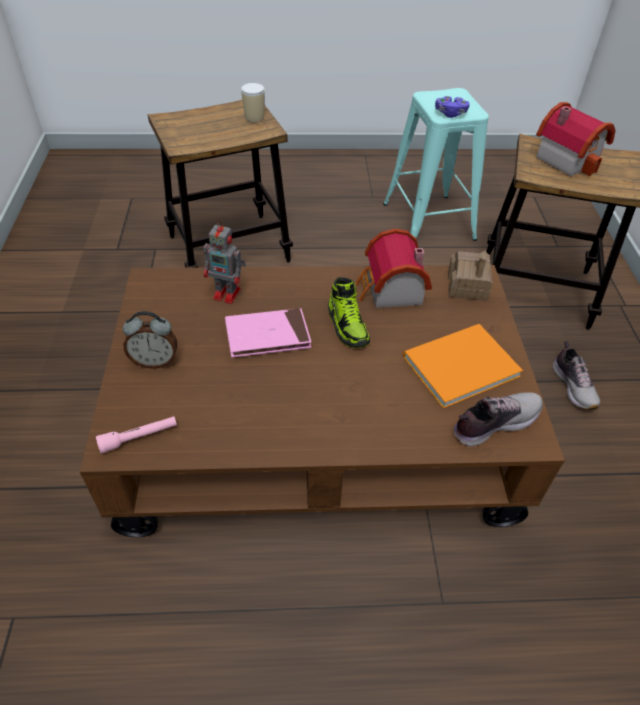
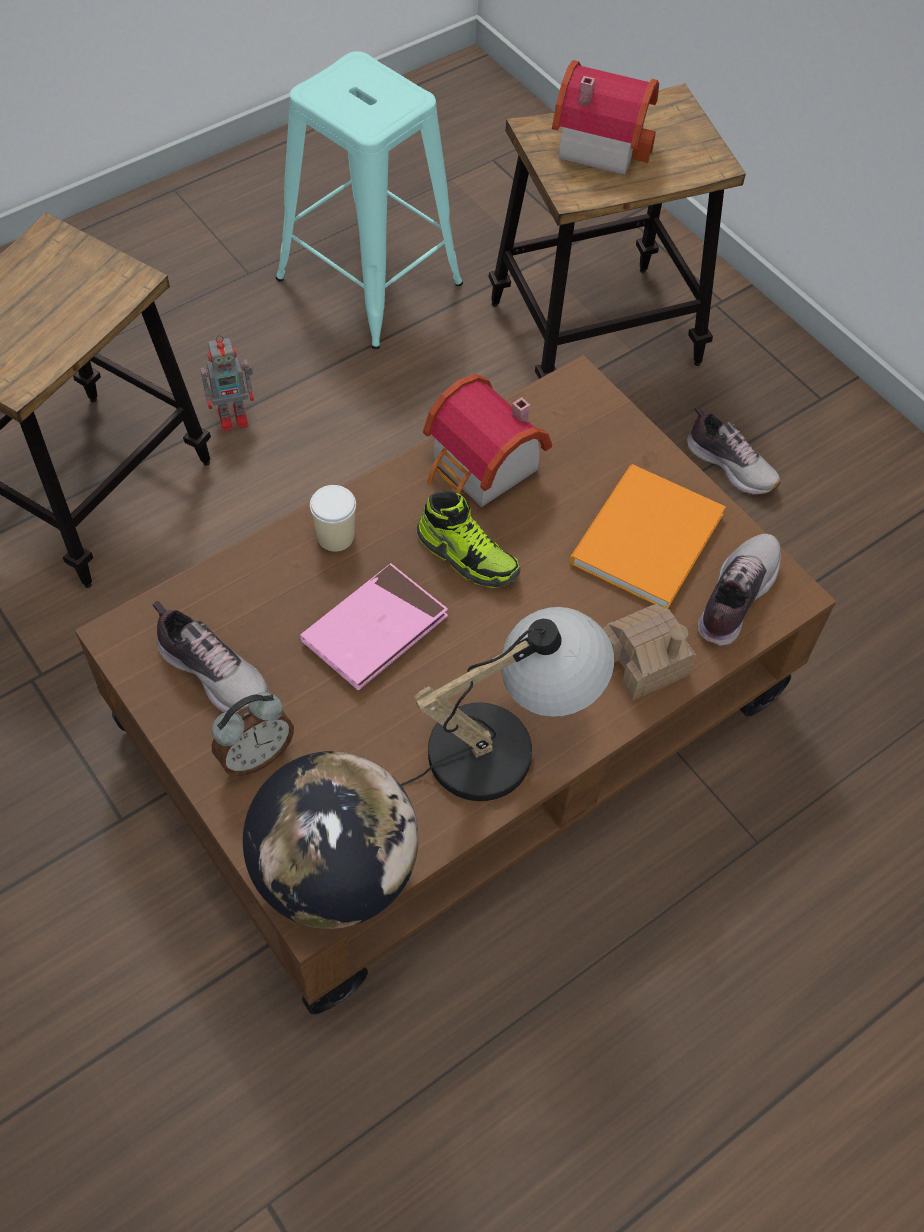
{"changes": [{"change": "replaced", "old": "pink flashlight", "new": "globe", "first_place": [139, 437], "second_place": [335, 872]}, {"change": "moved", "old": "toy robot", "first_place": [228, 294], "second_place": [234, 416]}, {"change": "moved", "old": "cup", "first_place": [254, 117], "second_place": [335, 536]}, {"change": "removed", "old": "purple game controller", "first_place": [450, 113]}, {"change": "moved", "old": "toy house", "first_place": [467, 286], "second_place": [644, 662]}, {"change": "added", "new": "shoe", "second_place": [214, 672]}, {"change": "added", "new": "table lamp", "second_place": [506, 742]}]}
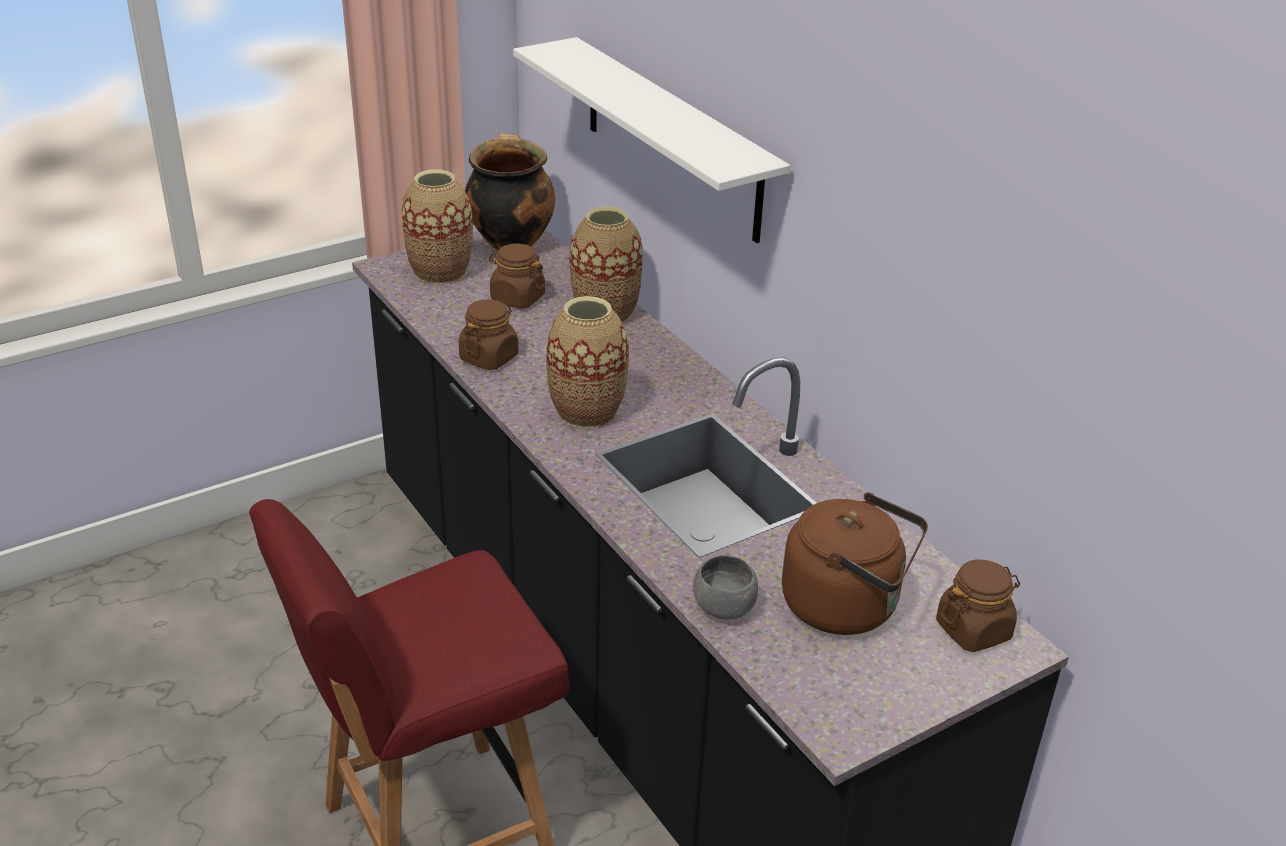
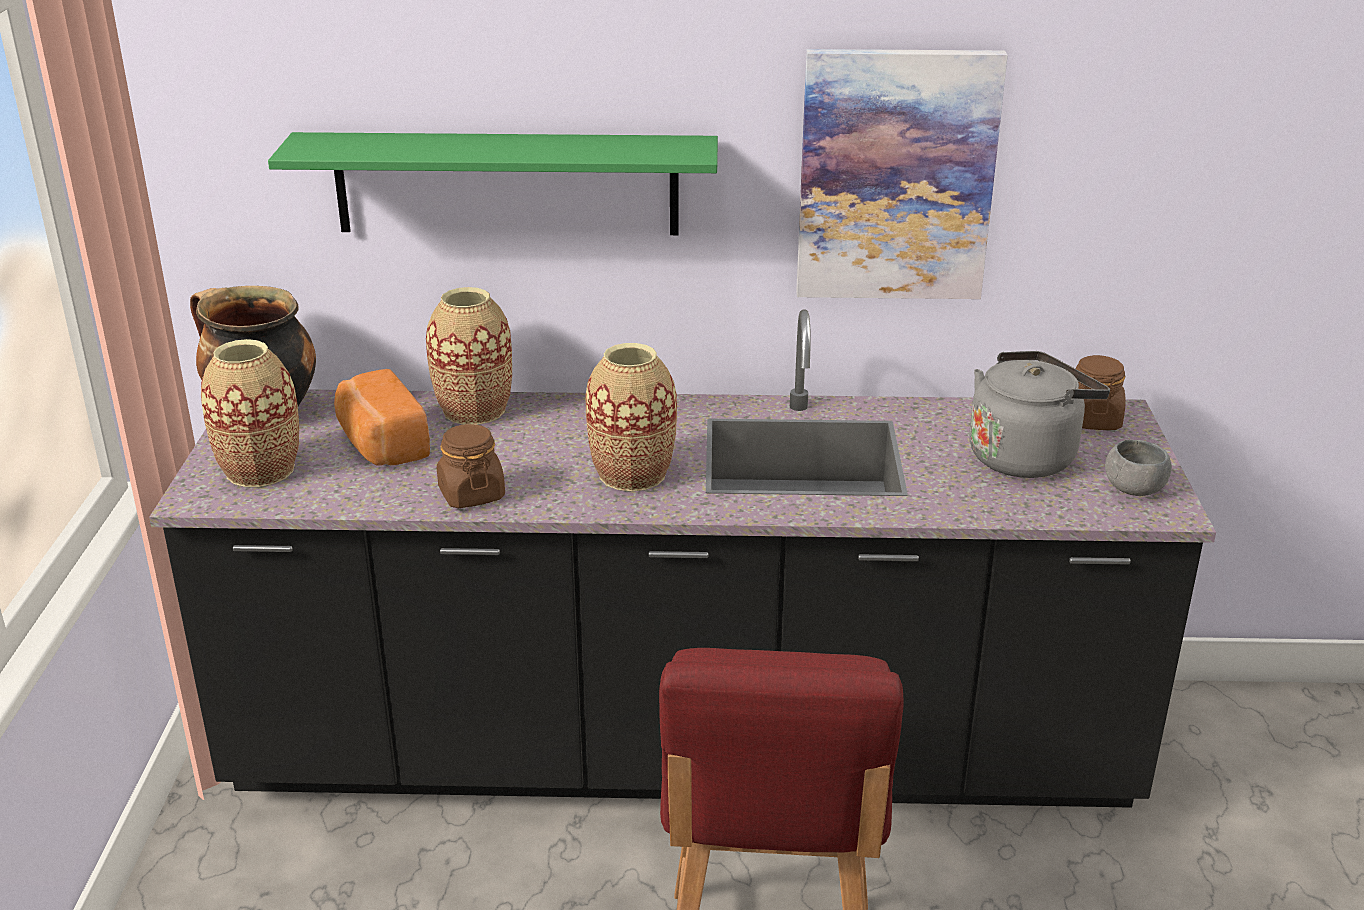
{"changes": [{"change": "replaced", "old": "brown jar", "new": "bread", "first_place": [517, 298], "second_place": [381, 445]}, {"change": "recoloured", "old": "white shelf", "new": "green shelf", "first_place": [671, 138], "second_place": [506, 183]}, {"change": "moved", "old": "grey bowl", "first_place": [723, 608], "second_place": [1134, 489]}, {"change": "recoloured", "old": "brown kettle", "new": "grey kettle", "first_place": [847, 606], "second_place": [1026, 456]}, {"change": "added", "new": "picture", "second_place": [896, 176]}]}
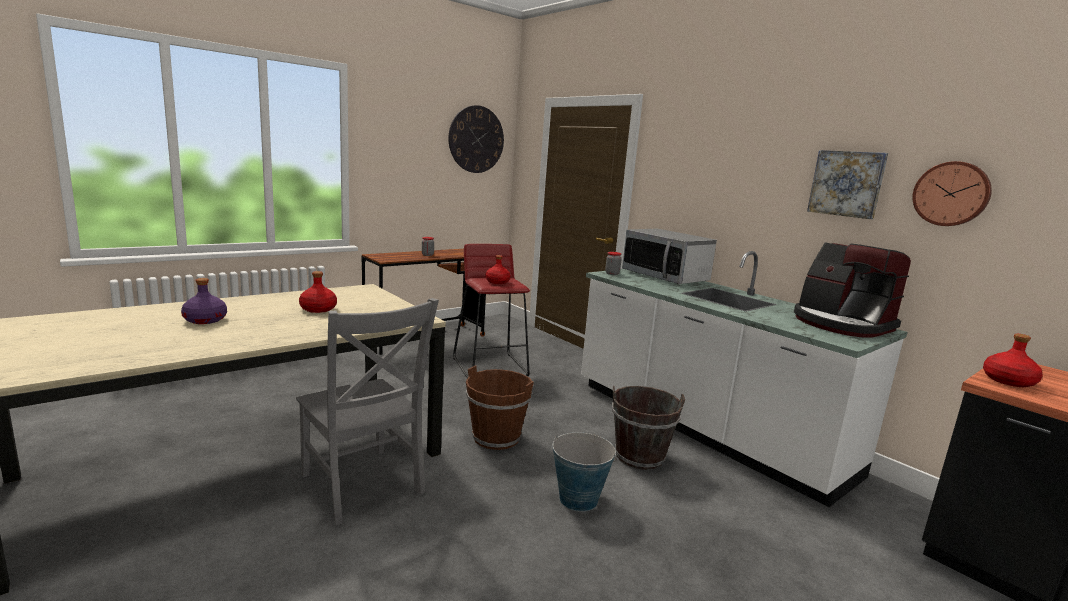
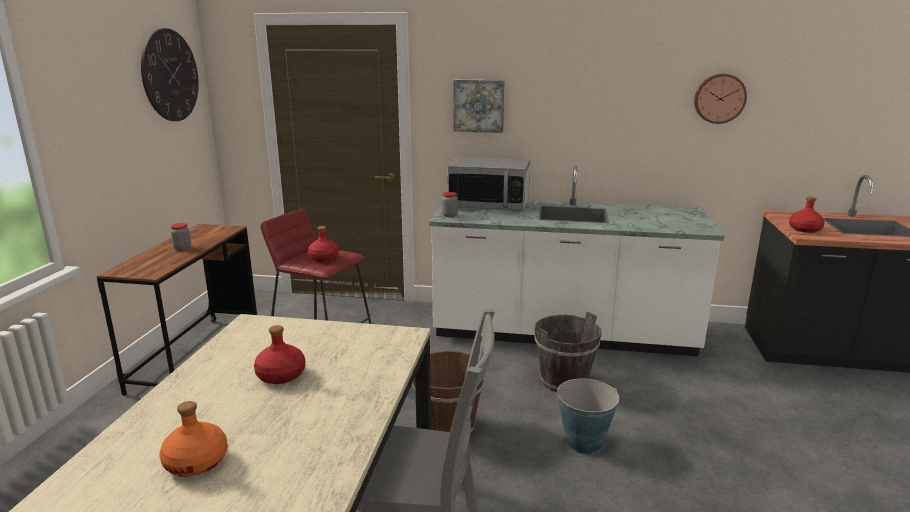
{"changes": [{"change": "recoloured", "old": "purple bottle", "new": "orange bottle", "first_place": [206, 320], "second_place": [197, 462]}, {"change": "removed", "old": "coffee machine", "first_place": [841, 324]}, {"change": "moved", "old": "picture", "first_place": [847, 183], "second_place": [479, 105]}]}
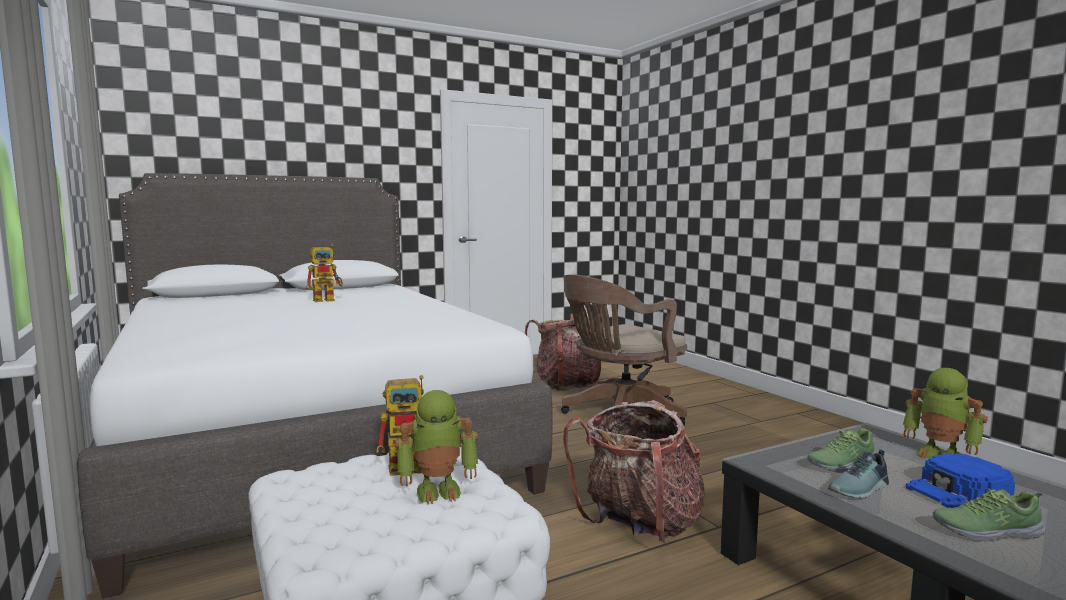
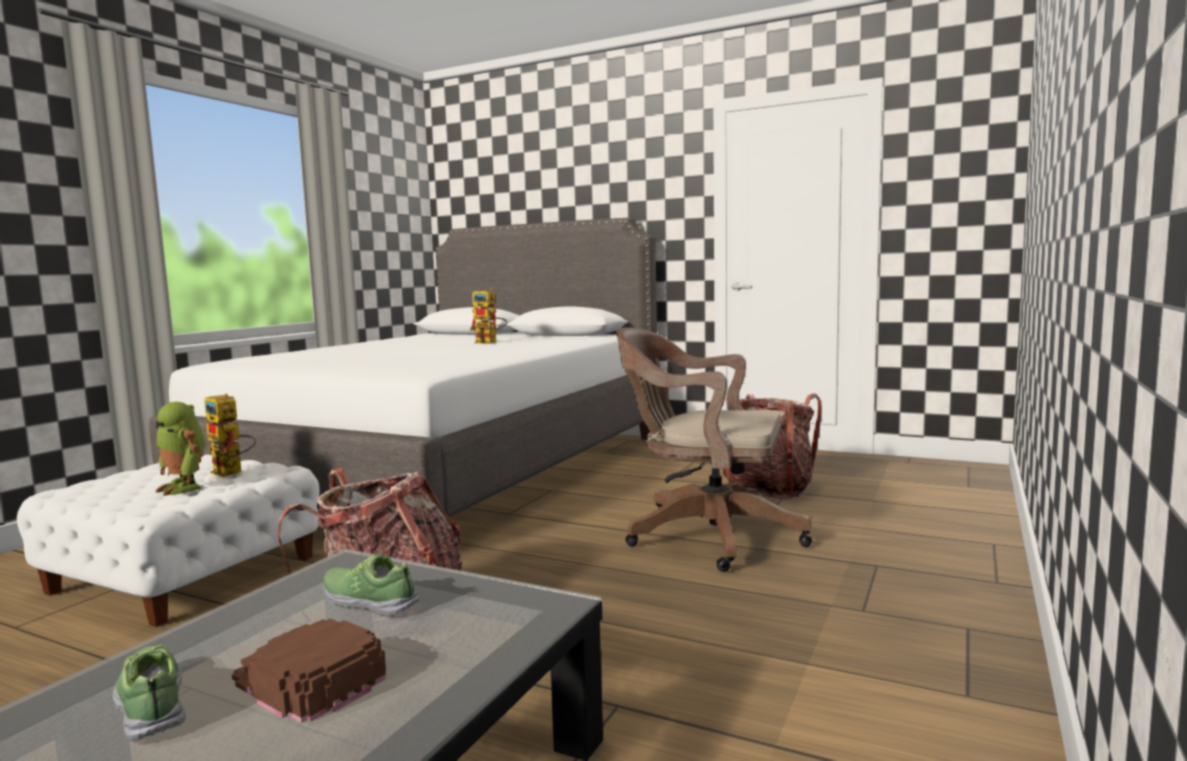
{"changes": [{"change": "removed", "old": "shoe", "first_place": [861, 489]}, {"change": "removed", "old": "toy robot", "first_place": [940, 454]}, {"change": "recoloured", "old": "blue cap", "new": "brown cap", "first_place": [958, 491], "second_place": [306, 679]}]}
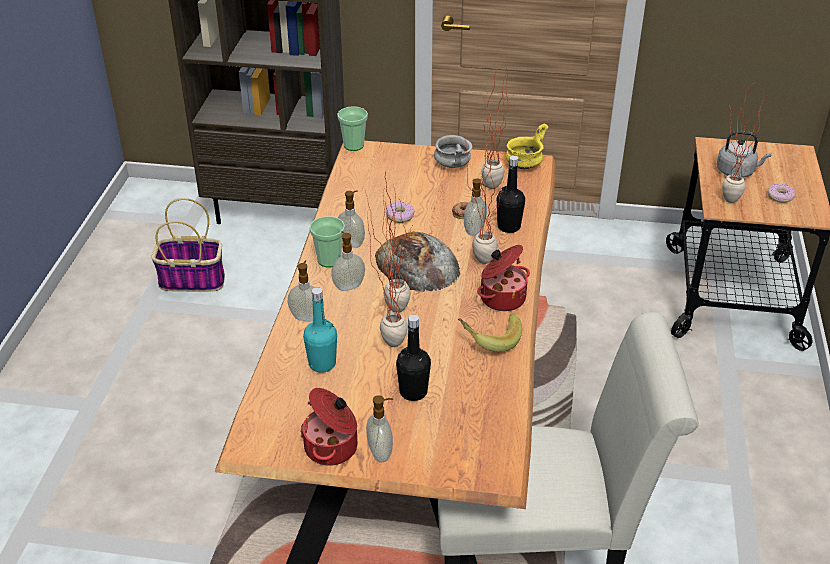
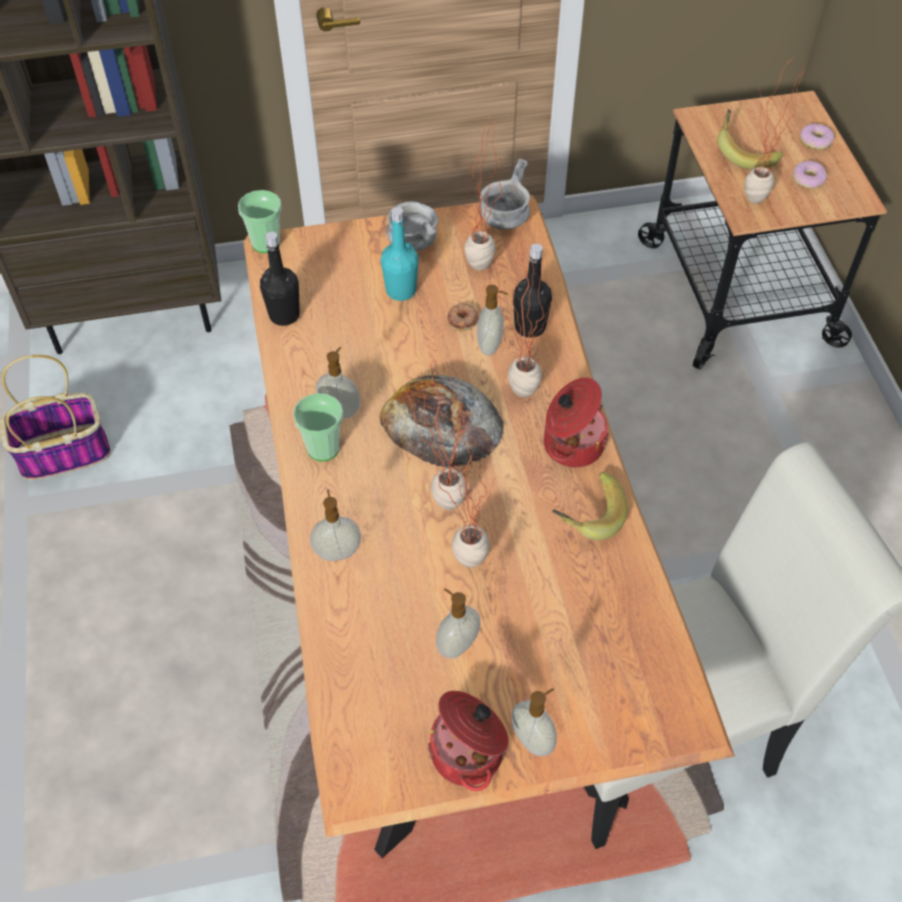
{"changes": [{"change": "moved", "old": "turquoise bottle", "first_place": [322, 364], "second_place": [401, 290]}, {"change": "moved", "old": "soap dispenser", "first_place": [348, 286], "second_place": [456, 644]}, {"change": "moved", "old": "donut", "first_place": [400, 216], "second_place": [815, 140]}, {"change": "moved", "old": "black bottle", "first_place": [413, 392], "second_place": [284, 315]}, {"change": "recoloured", "old": "yellow bowl", "new": "grey bowl", "first_place": [524, 164], "second_place": [504, 219]}, {"change": "replaced", "old": "grey kettle", "new": "banana", "first_place": [737, 172], "second_place": [744, 152]}]}
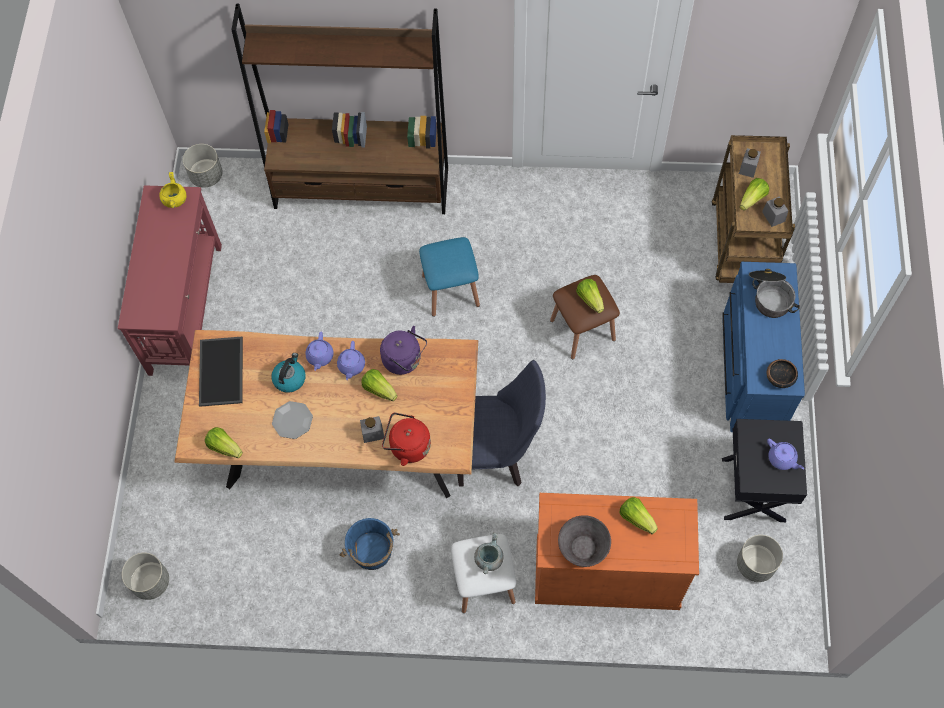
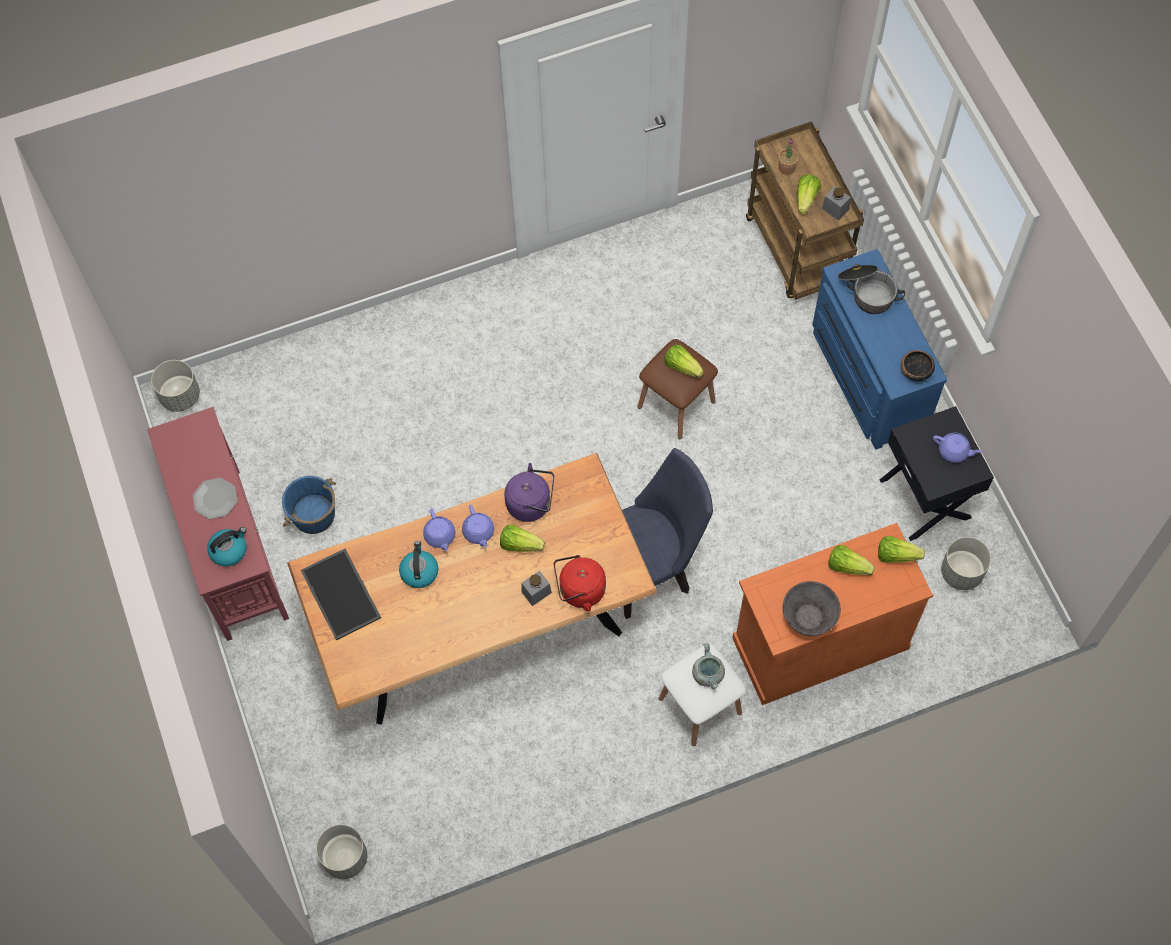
{"changes": [{"change": "removed", "old": "yellow cooking pot", "first_place": [174, 199]}, {"change": "moved", "old": "lettuce", "first_place": [224, 447], "second_place": [896, 555]}, {"change": "removed", "old": "brown bookcase", "first_place": [362, 188]}, {"change": "moved", "old": "plate", "first_place": [292, 420], "second_place": [215, 499]}, {"change": "moved", "old": "blue bucket", "first_place": [372, 552], "second_place": [314, 515]}, {"change": "removed", "old": "blue stool", "first_place": [450, 290]}, {"change": "replaced", "old": "grey jar", "new": "potted plant", "first_place": [748, 168], "second_place": [786, 168]}, {"change": "added", "new": "kettle", "second_place": [229, 550]}]}
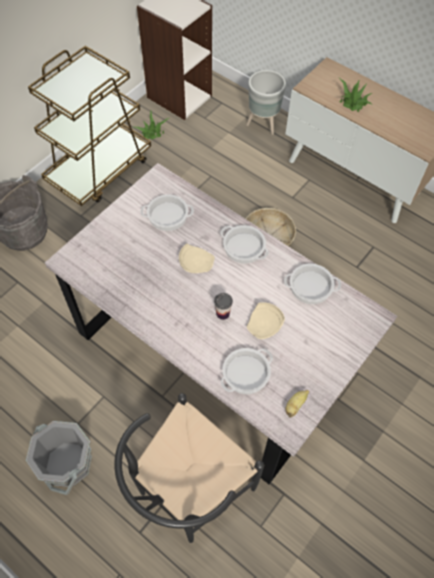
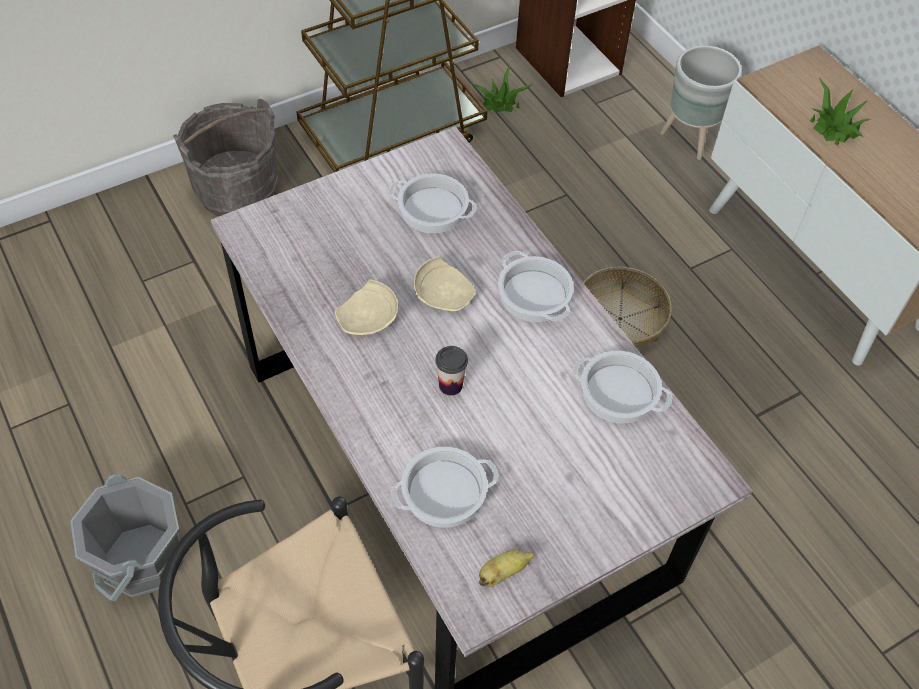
{"changes": [{"change": "moved", "old": "beige plate", "first_place": [264, 325], "second_place": [368, 319]}]}
